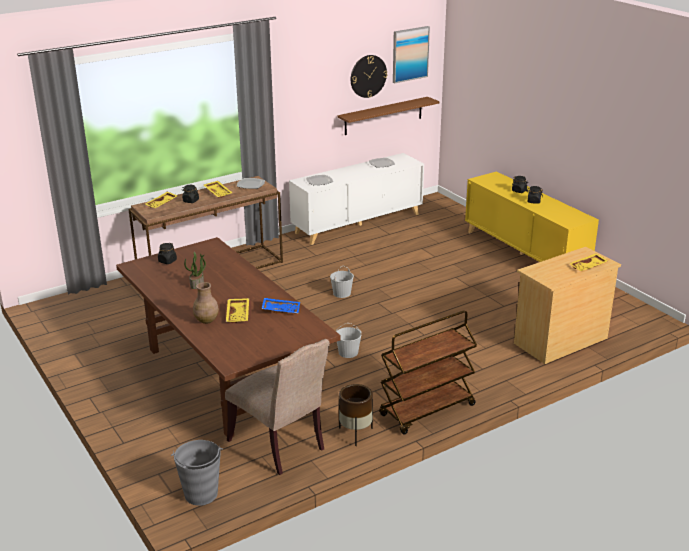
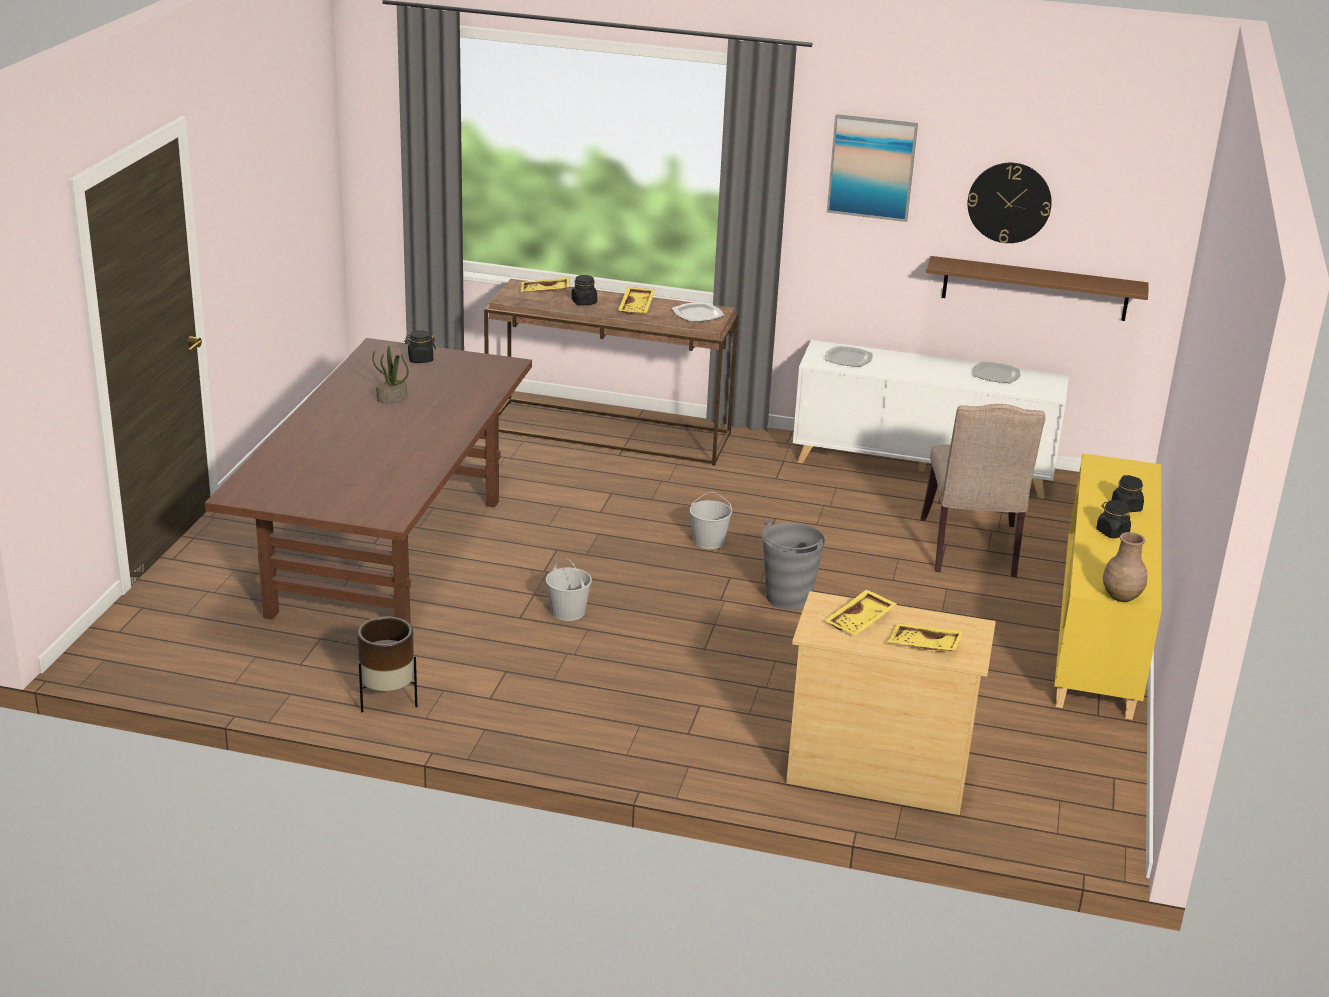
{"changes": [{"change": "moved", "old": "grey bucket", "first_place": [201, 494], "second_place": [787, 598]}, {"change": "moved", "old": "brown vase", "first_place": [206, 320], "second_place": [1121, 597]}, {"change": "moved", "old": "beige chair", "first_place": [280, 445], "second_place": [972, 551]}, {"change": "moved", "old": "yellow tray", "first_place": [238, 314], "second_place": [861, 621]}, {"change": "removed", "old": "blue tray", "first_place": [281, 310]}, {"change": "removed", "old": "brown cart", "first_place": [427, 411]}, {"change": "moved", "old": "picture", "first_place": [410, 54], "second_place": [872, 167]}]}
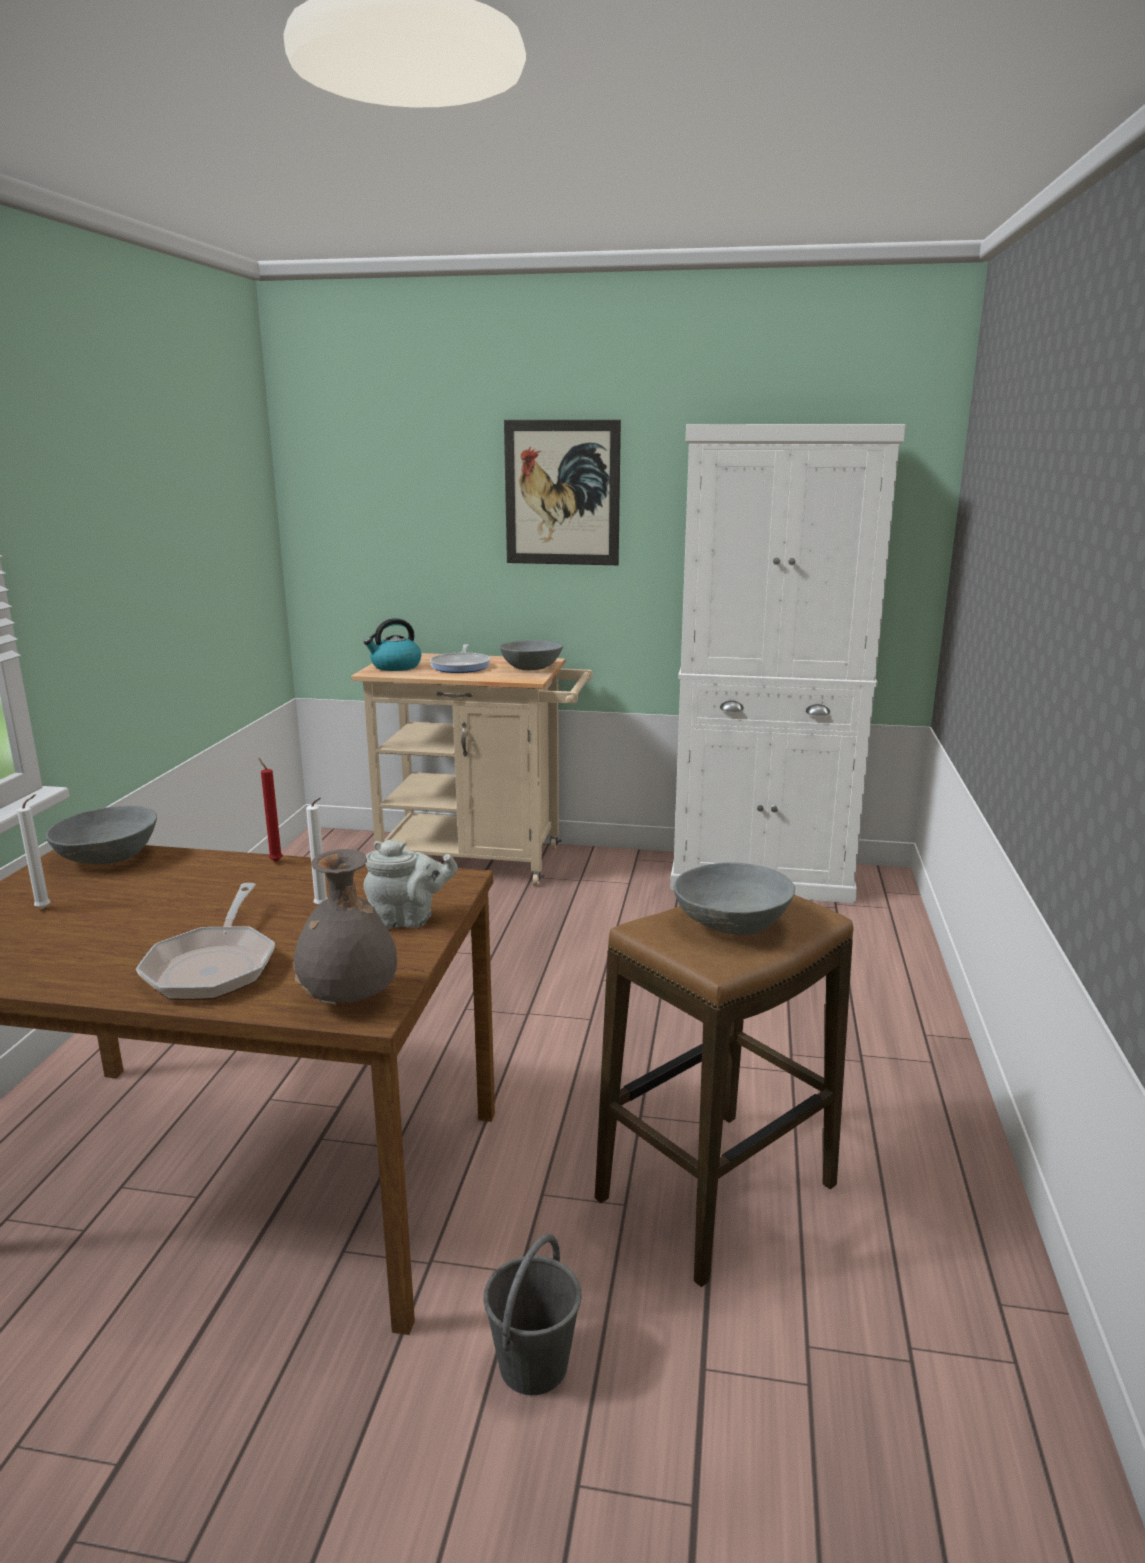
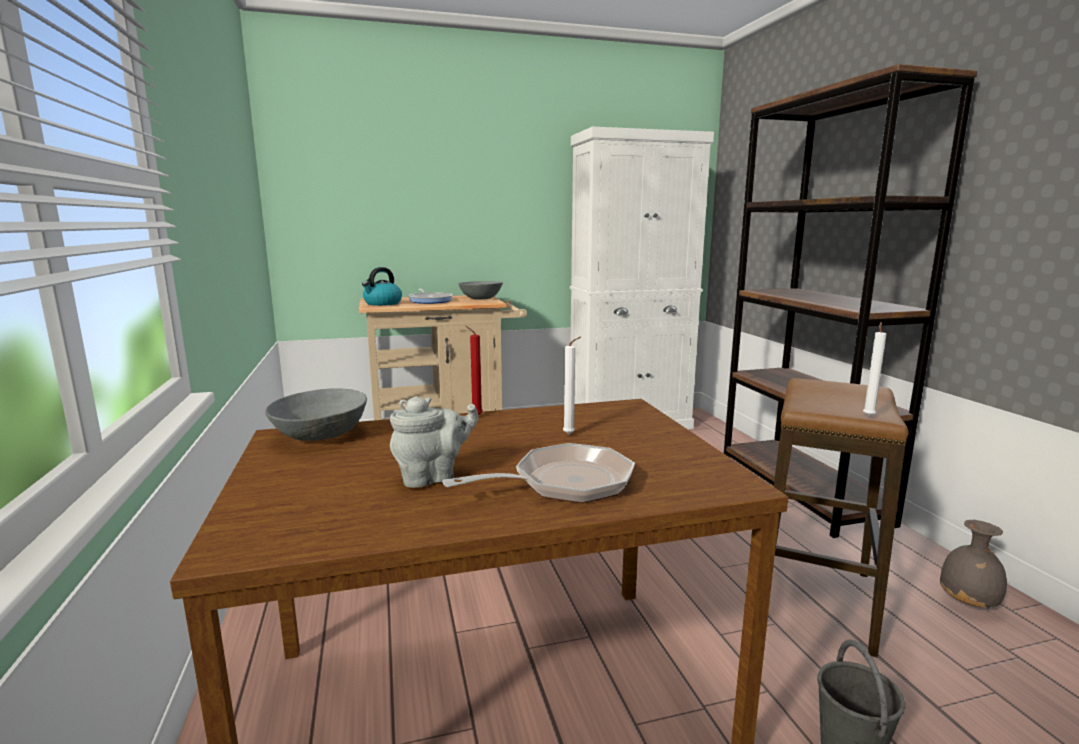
{"changes": [{"change": "moved", "old": "white candle", "first_place": [46, 908], "second_place": [868, 416]}, {"change": "turned", "old": "frying pan", "first_place": [214, 966], "second_place": [564, 484], "degrees": -90}, {"change": "moved", "old": "grey vase", "first_place": [349, 1000], "second_place": [969, 604]}, {"change": "moved", "old": "grey teapot", "first_place": [408, 920], "second_place": [433, 477]}, {"change": "removed", "old": "picture", "first_place": [562, 493]}, {"change": "removed", "old": "grey bowl", "first_place": [733, 923]}, {"change": "added", "new": "brown bookcase", "second_place": [801, 491]}]}
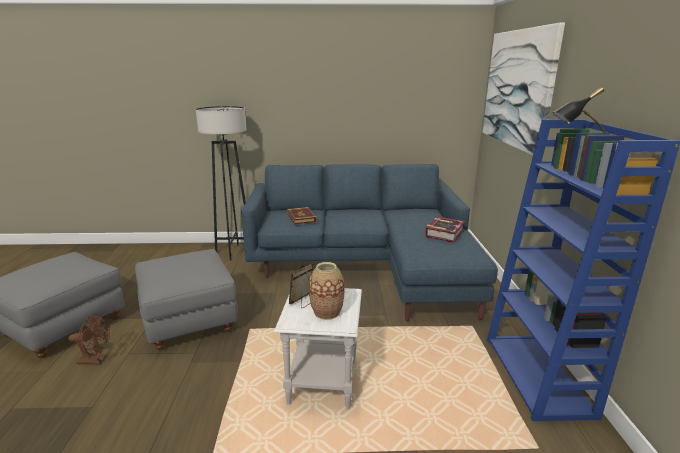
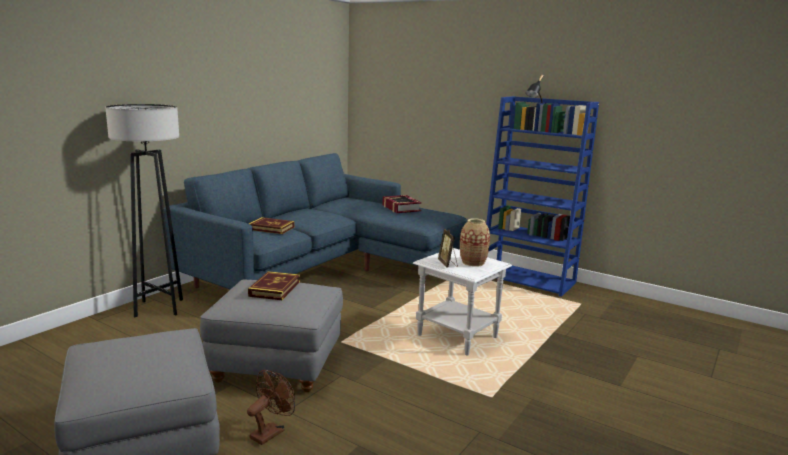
{"changes": [{"change": "removed", "old": "picture", "first_place": [517, 88]}, {"change": "added", "new": "book", "second_place": [274, 289]}]}
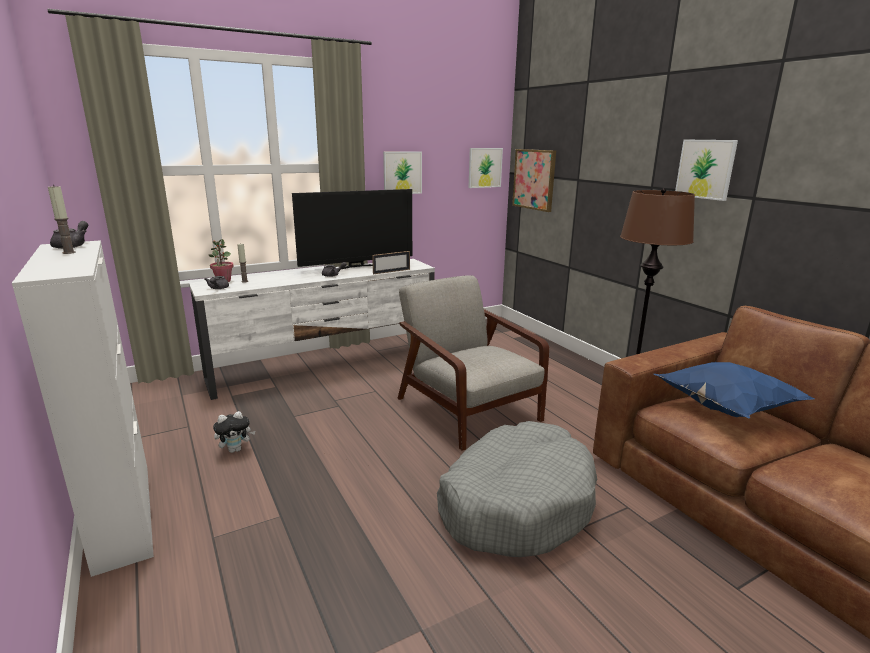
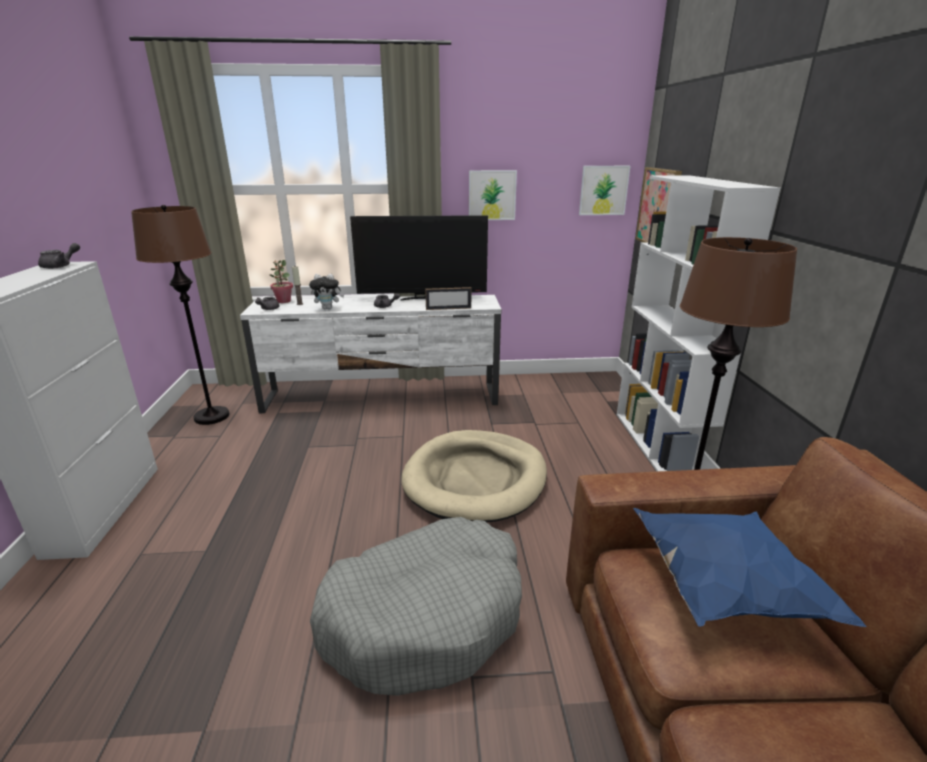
{"changes": [{"change": "removed", "old": "candle", "first_place": [69, 252]}, {"change": "moved", "old": "plush toy", "first_place": [236, 449], "second_place": [328, 308]}, {"change": "replaced", "old": "grey armchair", "new": "beige dog bed", "first_place": [466, 408], "second_place": [475, 479]}, {"change": "removed", "old": "picture", "first_place": [705, 169]}, {"change": "added", "new": "brown floor lamp", "second_place": [212, 416]}, {"change": "added", "new": "white bookcase", "second_place": [658, 446]}]}
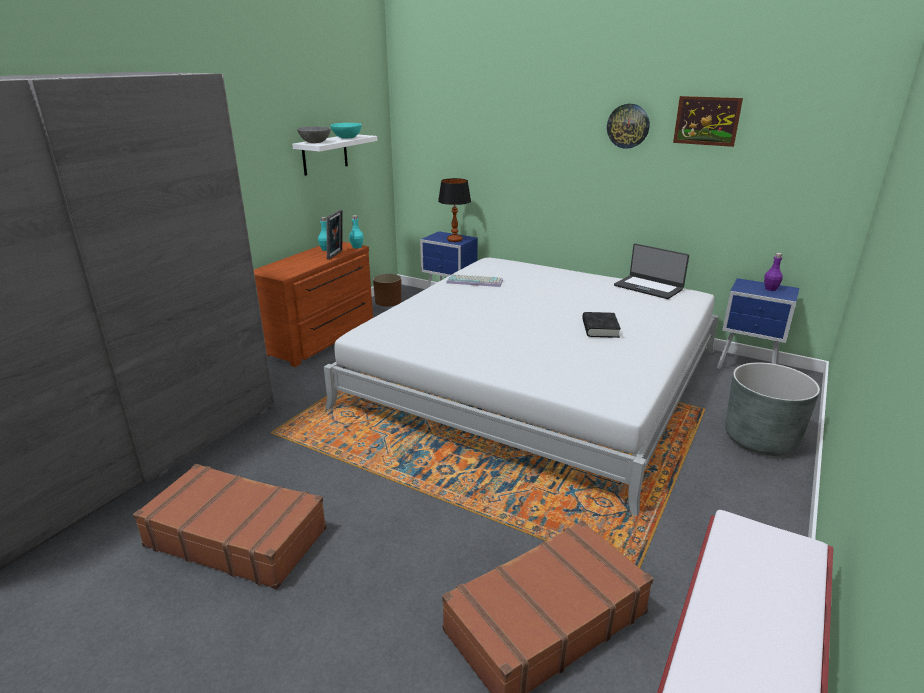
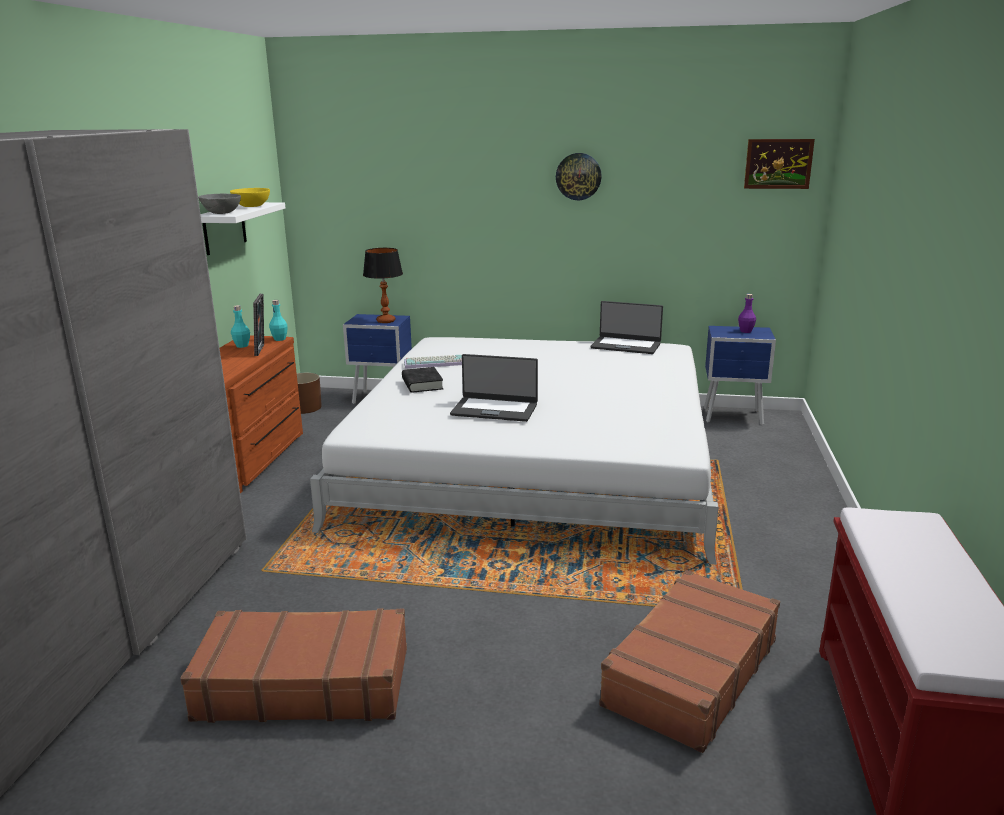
{"changes": [{"change": "recoloured", "old": "turquoise bowl", "new": "yellow bowl", "first_place": [347, 137], "second_place": [252, 206]}, {"change": "moved", "old": "black book", "first_place": [600, 328], "second_place": [422, 384]}, {"change": "moved", "old": "picture", "first_place": [706, 121], "second_place": [778, 164]}, {"change": "removed", "old": "grey planter", "first_place": [760, 439]}, {"change": "added", "new": "laptop", "second_place": [494, 409]}]}
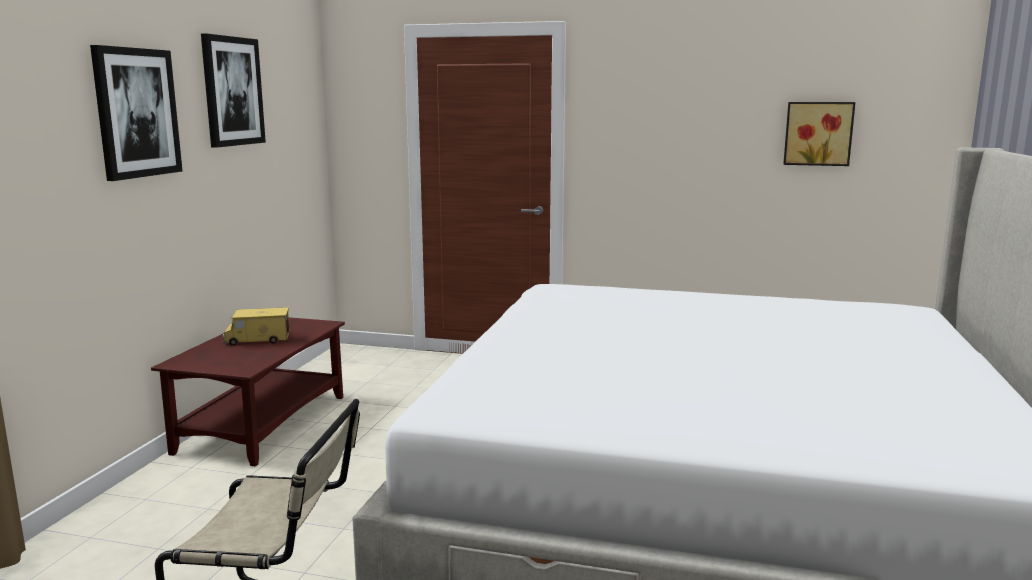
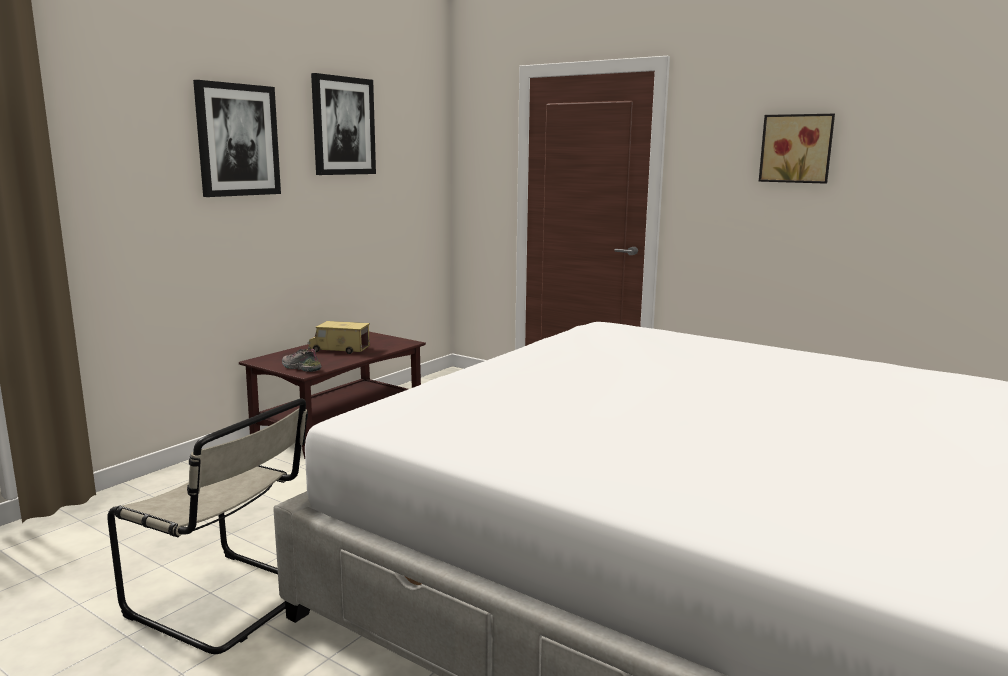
{"changes": [{"change": "moved", "old": "picture", "first_place": [818, 133], "second_place": [796, 148]}, {"change": "added", "new": "shoe", "second_place": [300, 368]}]}
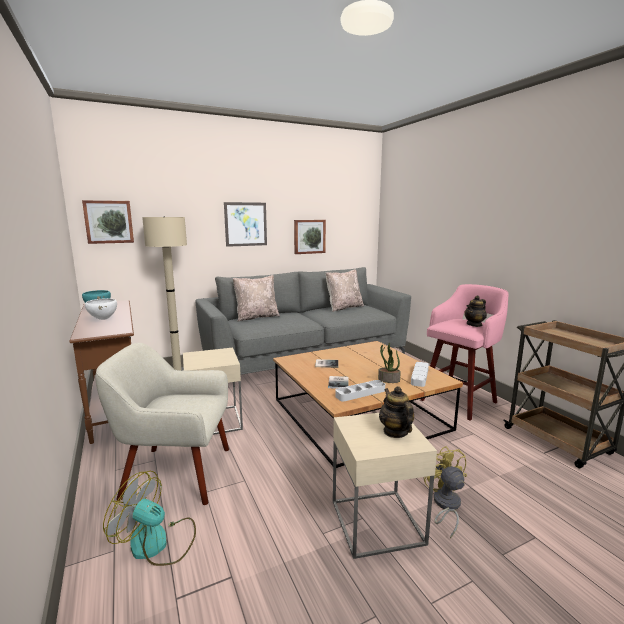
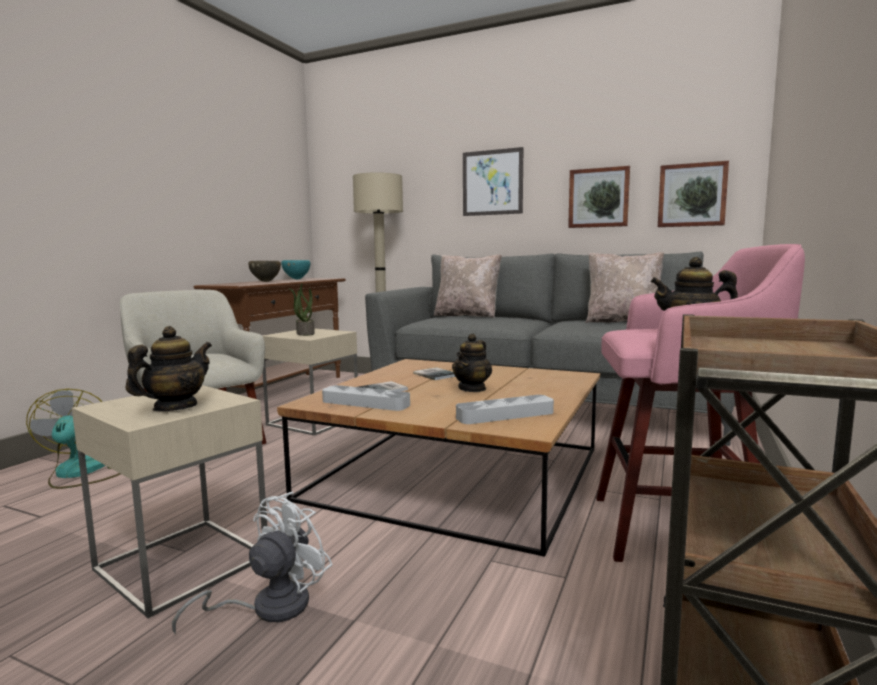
{"changes": [{"change": "moved", "old": "picture", "first_place": [109, 222], "second_place": [692, 195]}, {"change": "recoloured", "old": "white bowl", "new": "brown bowl", "first_place": [103, 319], "second_place": [266, 281]}, {"change": "moved", "old": "potted plant", "first_place": [388, 380], "second_place": [305, 333]}, {"change": "recoloured", "old": "yellow fan", "new": "white fan", "first_place": [445, 505], "second_place": [268, 607]}, {"change": "added", "new": "teapot", "second_place": [472, 389]}]}
